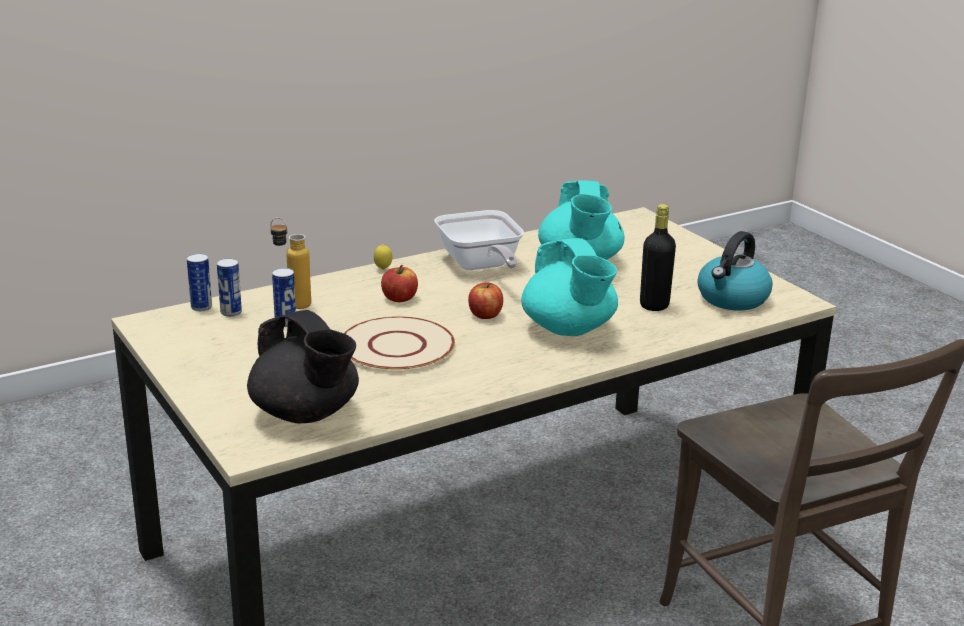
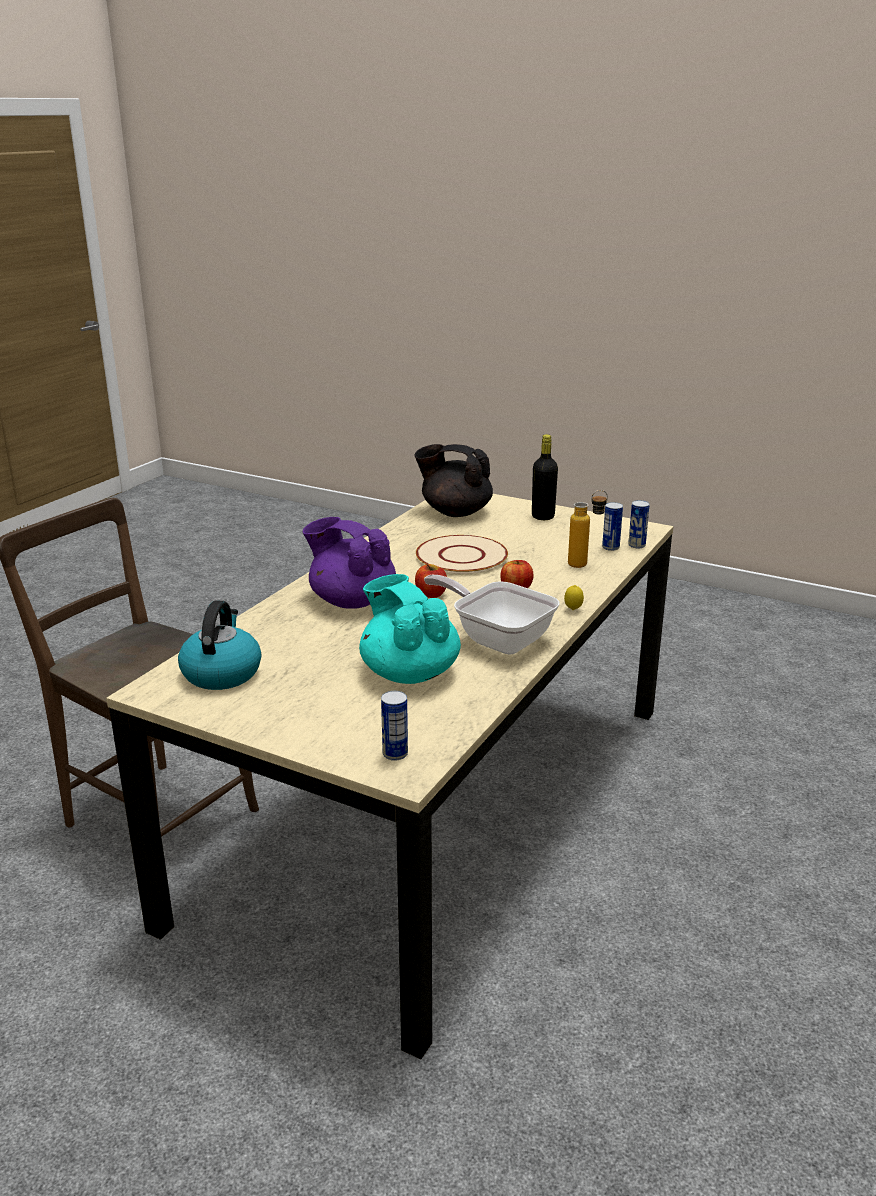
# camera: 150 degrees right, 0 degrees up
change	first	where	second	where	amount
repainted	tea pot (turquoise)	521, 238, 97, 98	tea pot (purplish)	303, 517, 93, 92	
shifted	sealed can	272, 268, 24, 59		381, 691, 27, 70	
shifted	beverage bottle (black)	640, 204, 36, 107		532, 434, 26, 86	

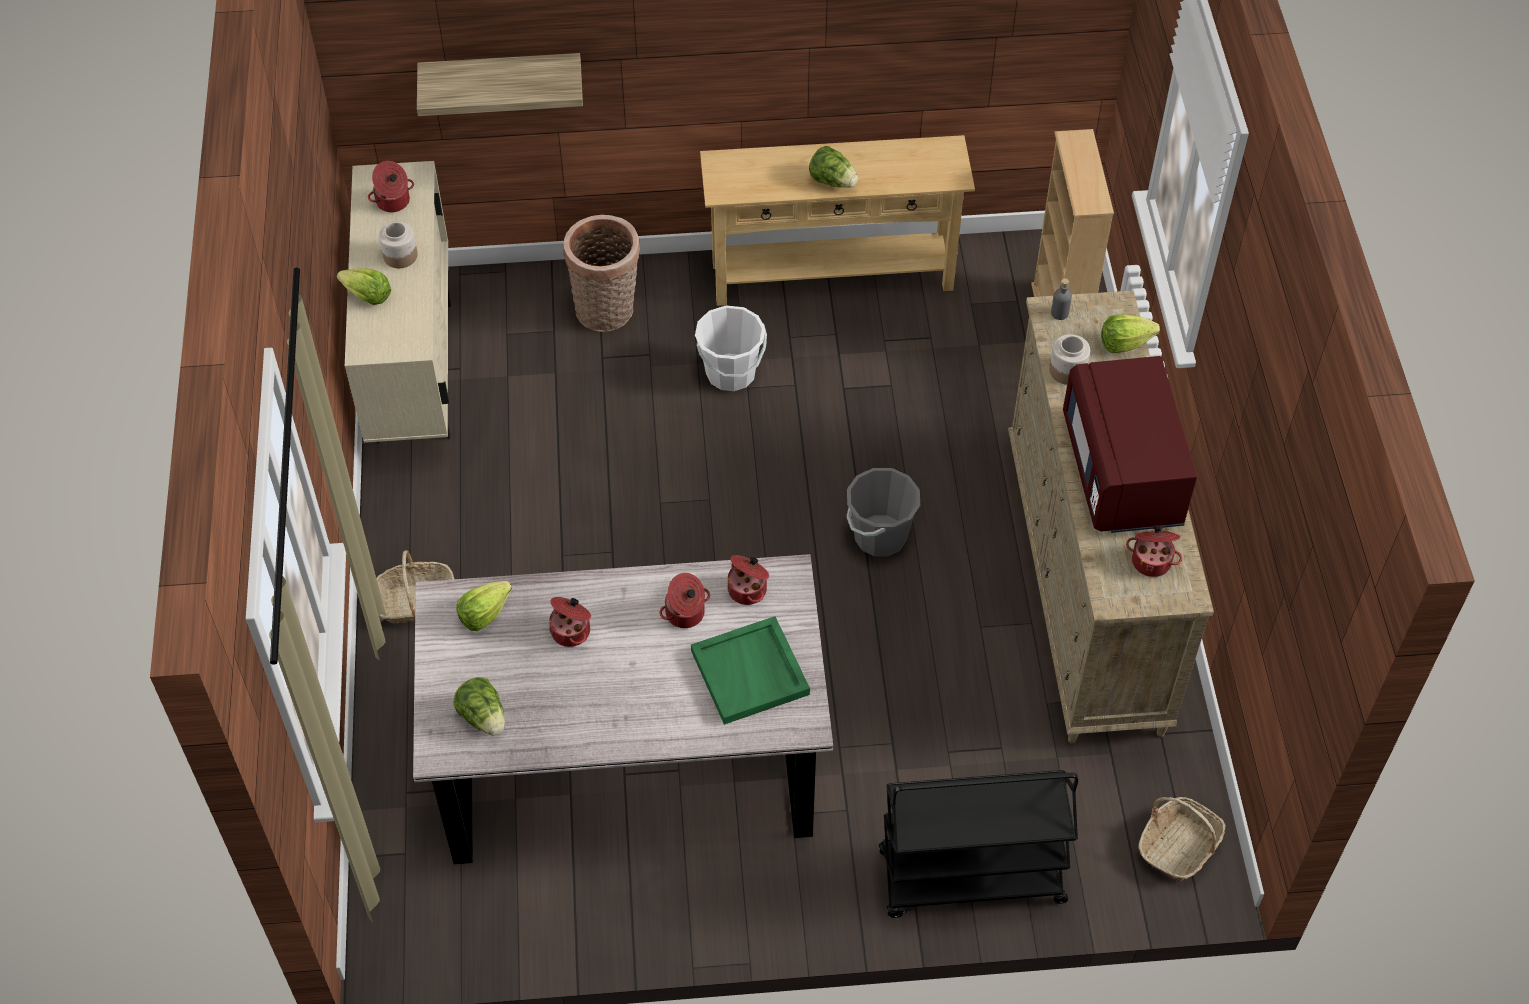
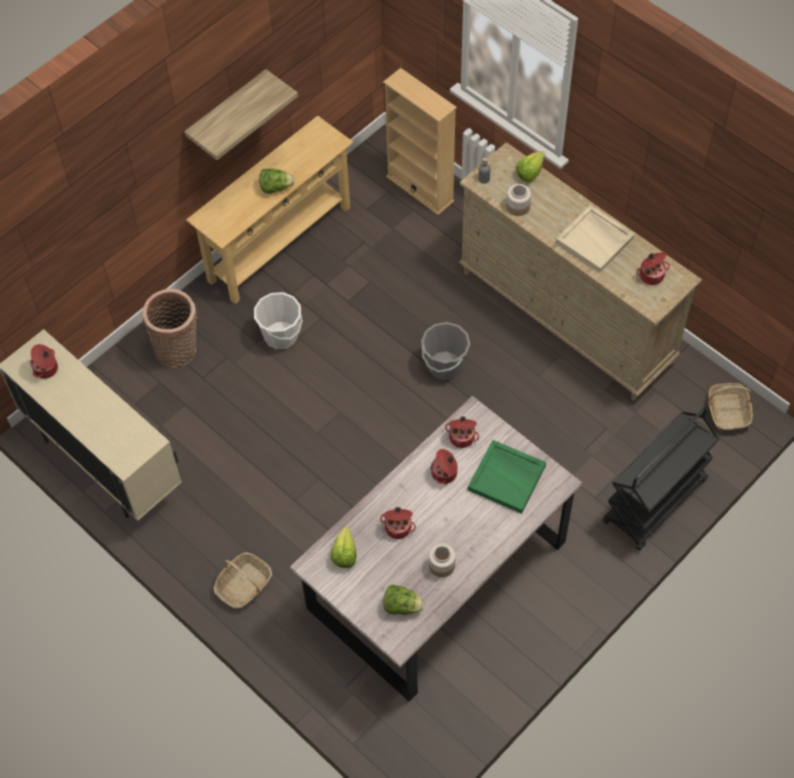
# camera: 40 degrees left, 5 degrees up
change	first	where	second	where	amount
shifted	wall shelf	417, 53, 166, 63		184, 69, 114, 91	
shifted	storage jar	379, 221, 39, 47		429, 543, 26, 34	
swapped	microwave (red-coloured)	1063, 356, 134, 177	tray (beige-coloured)	556, 205, 79, 68	
gone	lettuce head	337, 268, 54, 37			

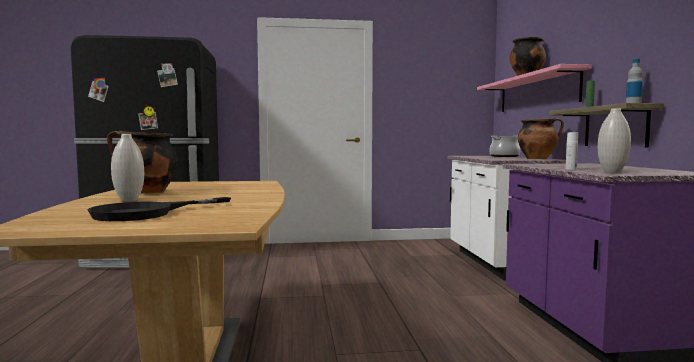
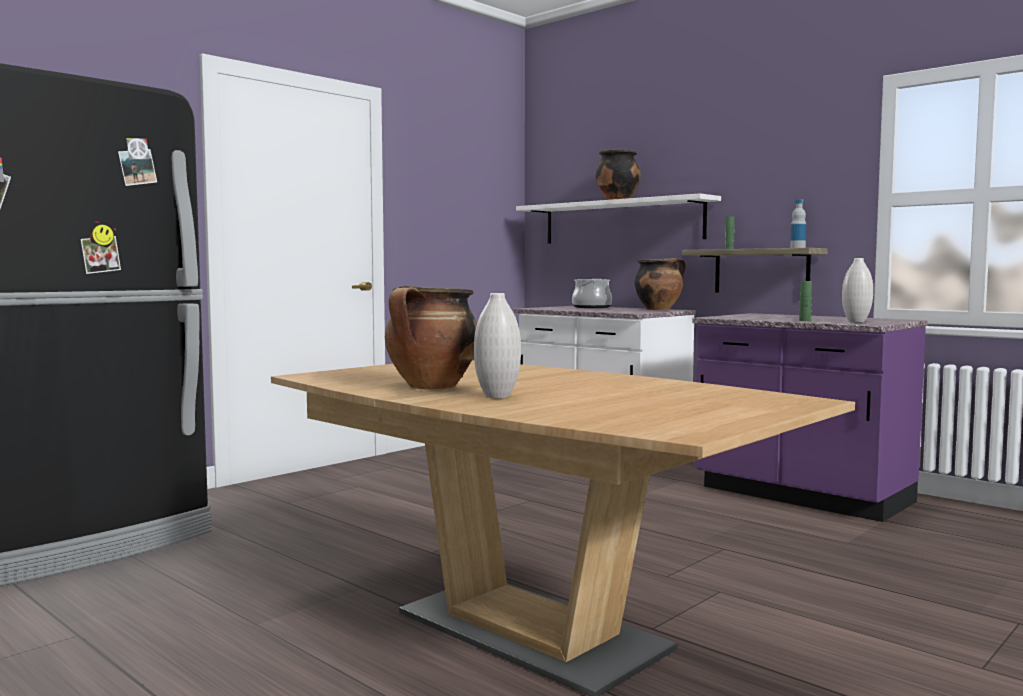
# camera: 40 degrees left, 0 degrees up
change	first	where	second	where	amount
repainted	wall shelf (pink-coloured)	477, 64, 115, 48	wall shelf (whitish)	516, 193, 205, 51	
repainted	beverage bottle (whitish)	566, 132, 12, 37	beverage bottle (green)	799, 281, 13, 40	
gone	frying pan (black)	87, 197, 144, 24			

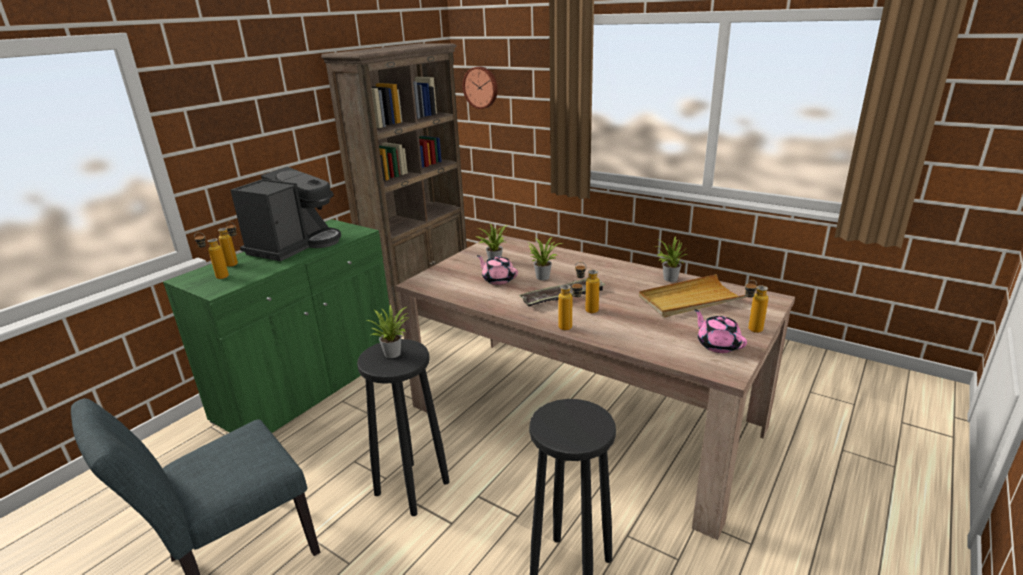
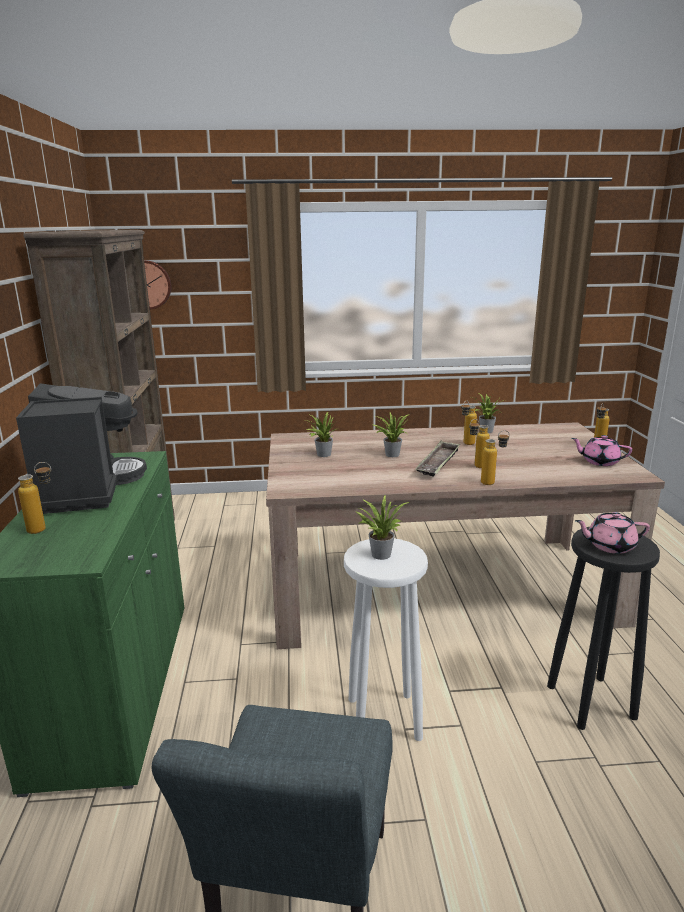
# camera: 40 degrees left, 5 degrees down
change	first	where	second	where	amount
repainted	stool seat (black)	357, 339, 93, 177	stool seat (whitish)	344, 539, 84, 202	
shifted	beverage bottle	194, 232, 35, 47		461, 400, 16, 45	
shifted	tea pot (pink-coloured)	477, 255, 41, 30		575, 512, 75, 42	
gone	tray (beige-coloured)	639, 274, 107, 43			

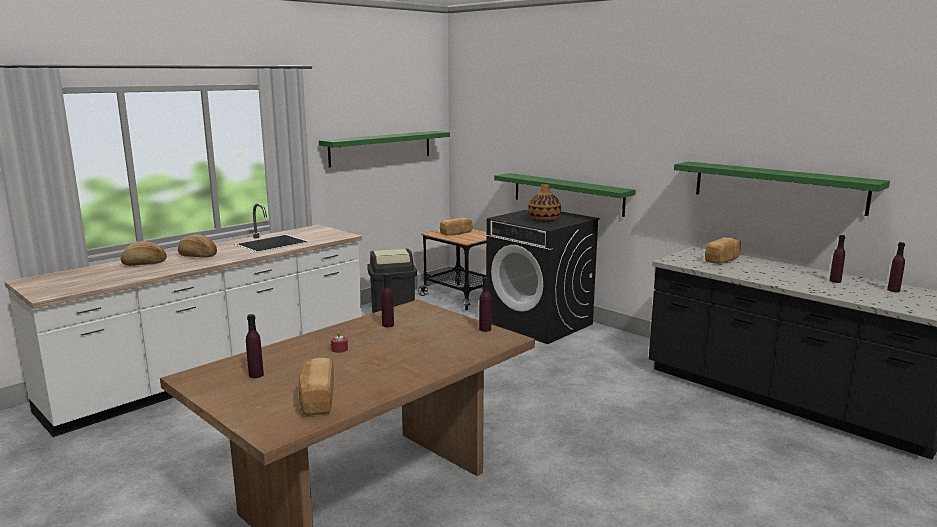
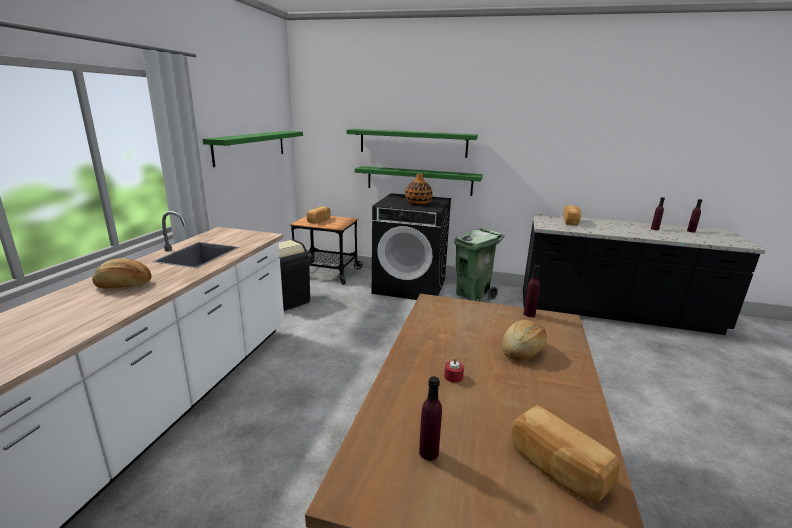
# camera: 30 degrees left, 5 degrees up
change	first	where	second	where	amount
shifted	wall shelf (green)	674, 161, 216, 55		346, 129, 132, 29	
new			waste bin (green)	454, 228, 50, 74	
shifted	bakery bread	121, 241, 46, 25		502, 319, 45, 42	
gone	beverage bottle (purplish)	381, 273, 13, 54			

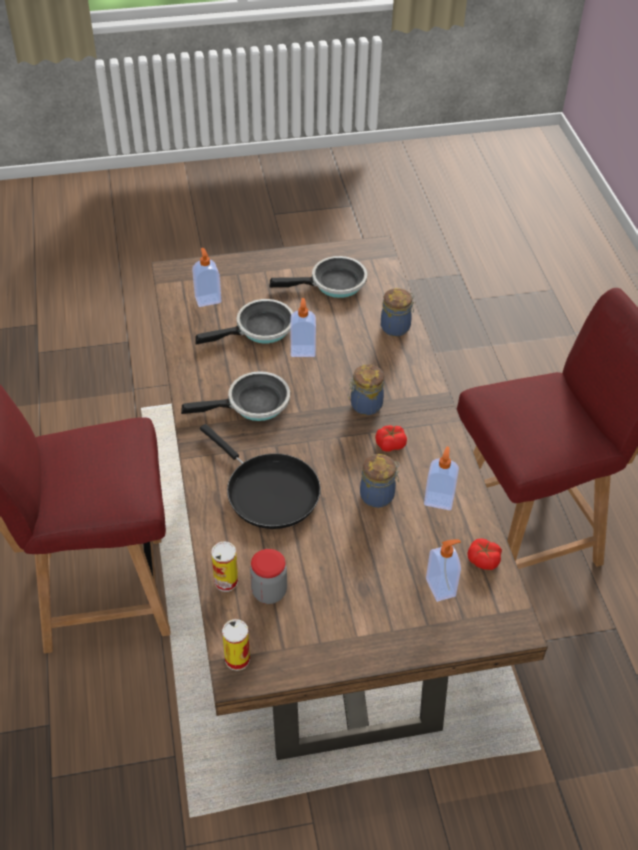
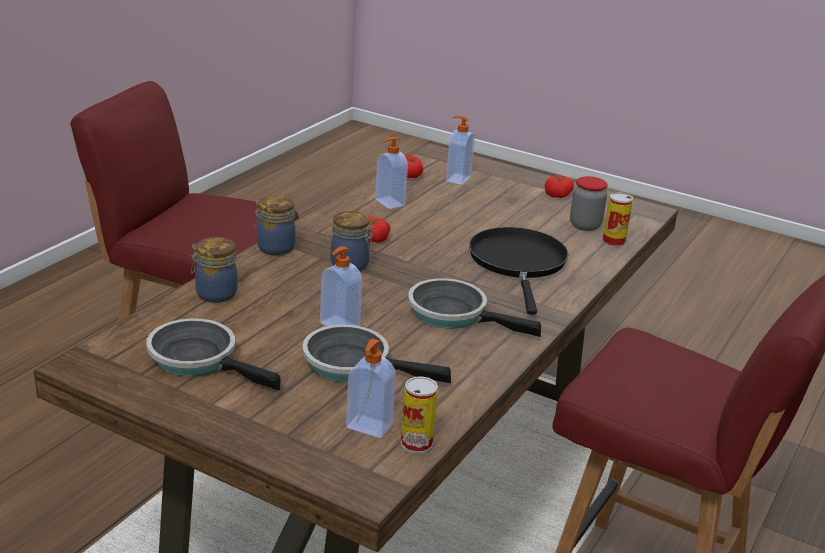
# camera: 140 degrees left, 20 degrees down
change	first	where	second	where	amount
shifted	storage jar	360, 454, 40, 54		254, 195, 41, 60	
shifted	sealed can	222, 619, 28, 52		401, 376, 37, 78	
new			fresh tomato	545, 174, 29, 24	

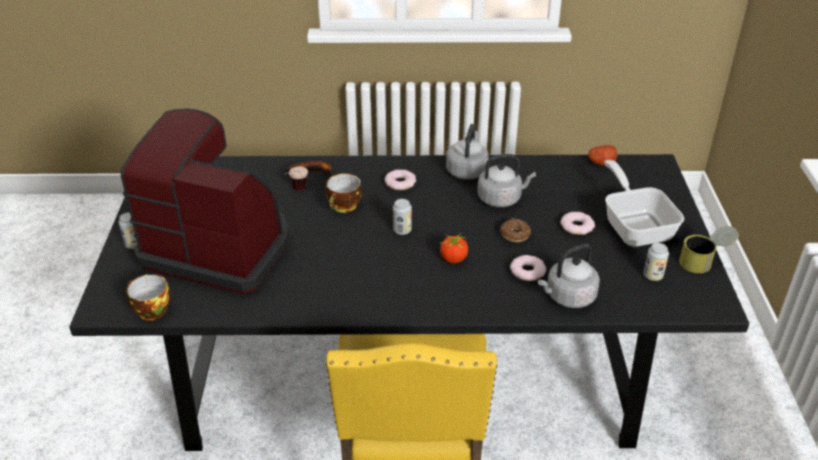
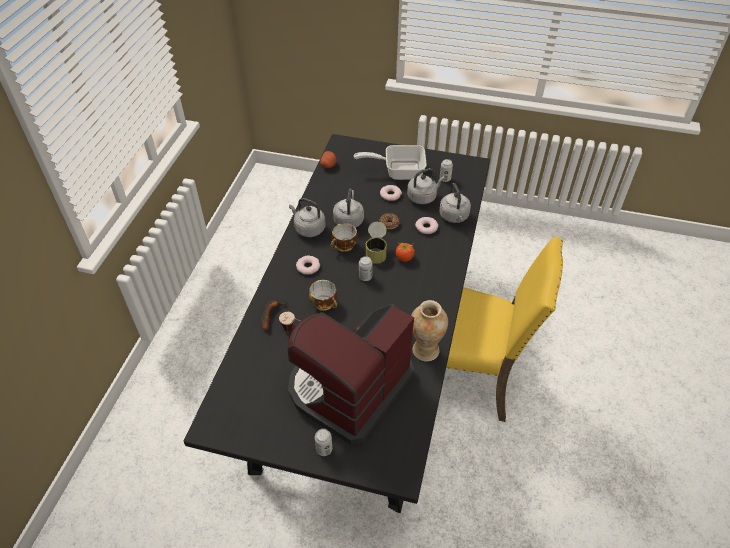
# camera: 75 degrees left, 10 degrees up
change	first	where	second	where	amount
shifted	cup	126, 274, 45, 47		331, 223, 26, 29	
shifted	sealed can	679, 226, 60, 47		365, 221, 22, 43	
new			tea kettle (greyish)	407, 168, 38, 36	
new			decorative vase	411, 300, 37, 61	

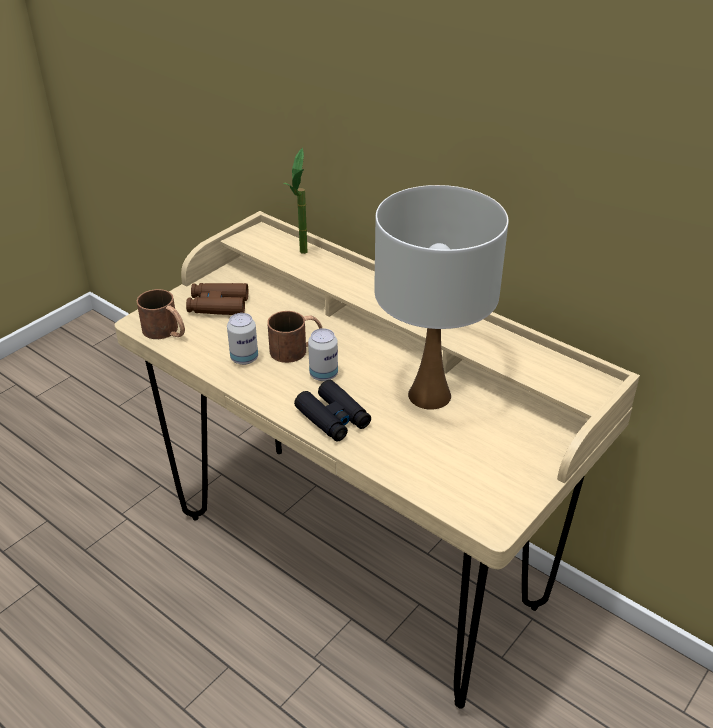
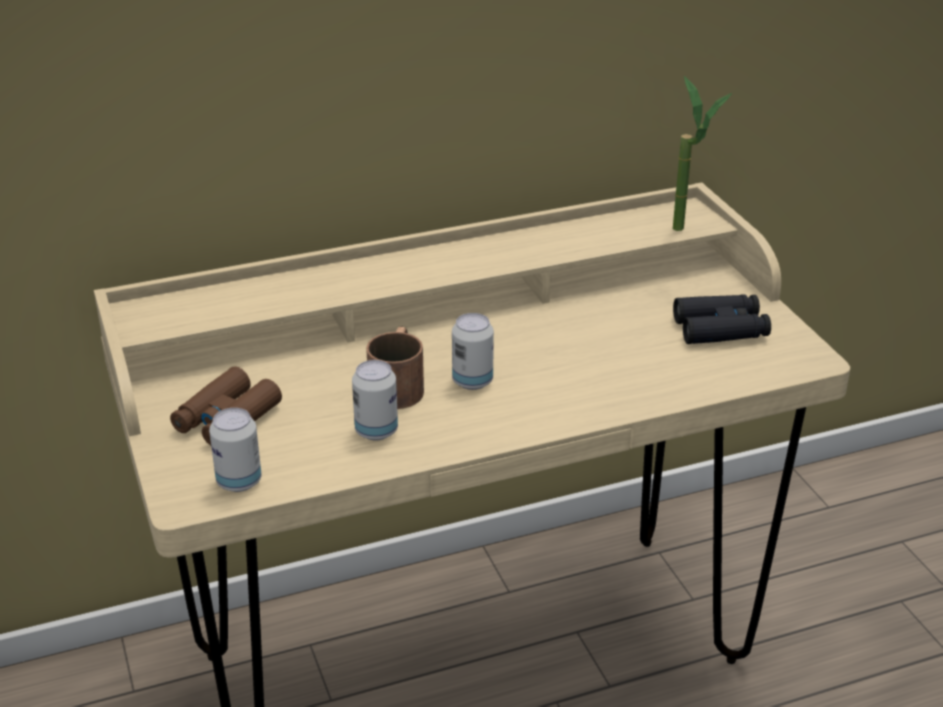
# camera: 60 degrees left, 5 degrees down
change	first	where	second	where	amount
swapped	tea mug (brown)	137, 289, 48, 50	sealed can	209, 408, 53, 84	
shifted	potted plant	283, 148, 25, 106		673, 76, 59, 155	
shifted	field glasses (black)	294, 380, 77, 61		673, 295, 98, 49	
gone	tabletop lamp (whitish)	374, 185, 135, 225			

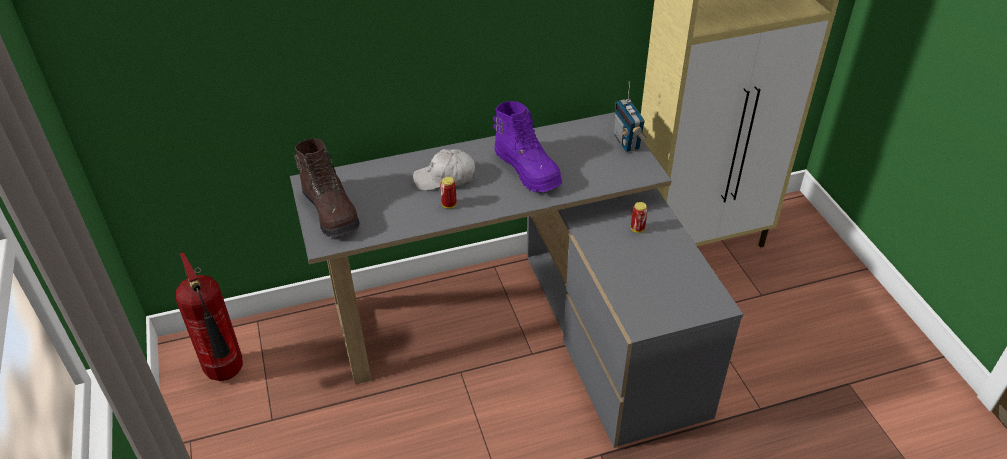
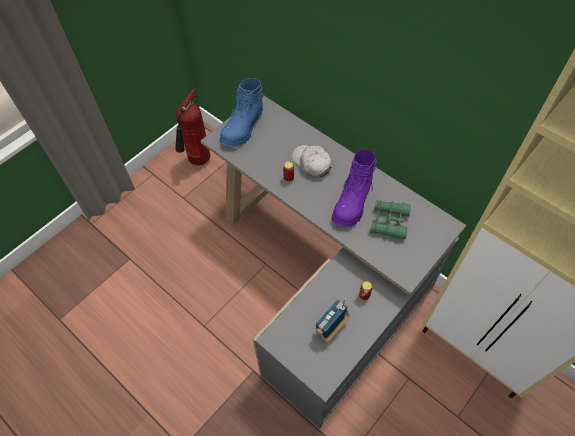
# camera: 60 degrees right, 15 degrees up
change	first	where	second	where	amount
repainted	boot (brown)	294, 138, 66, 99	boot (bluish)	219, 78, 45, 69	
shifted	radio set	614, 82, 33, 70		316, 298, 34, 44	
new			field glasses (green)	370, 200, 41, 39	

